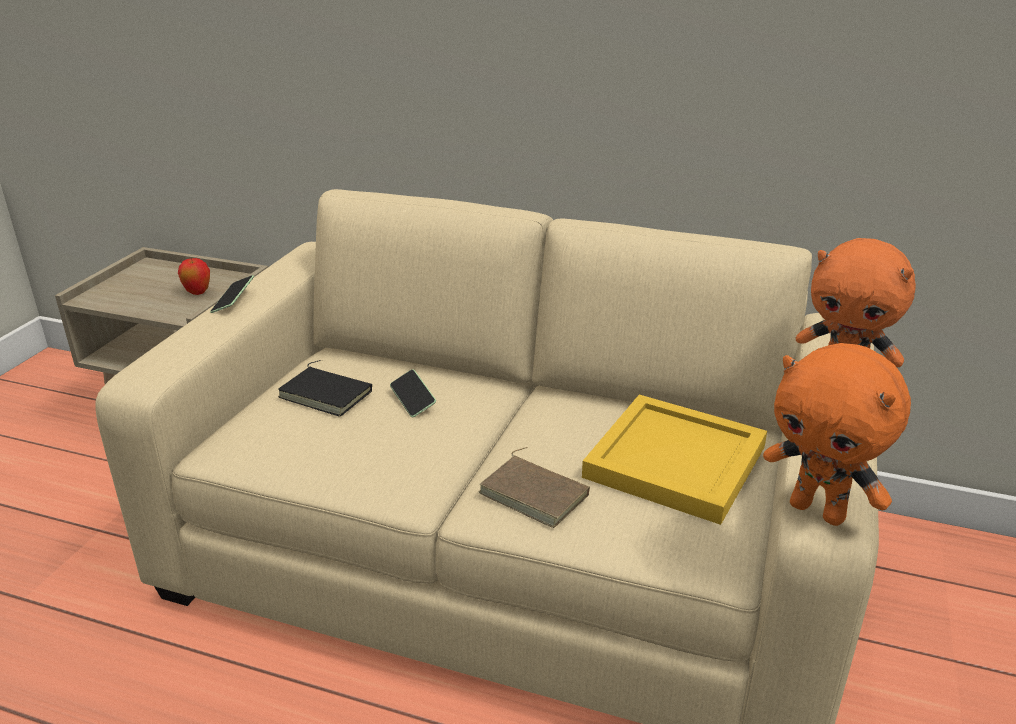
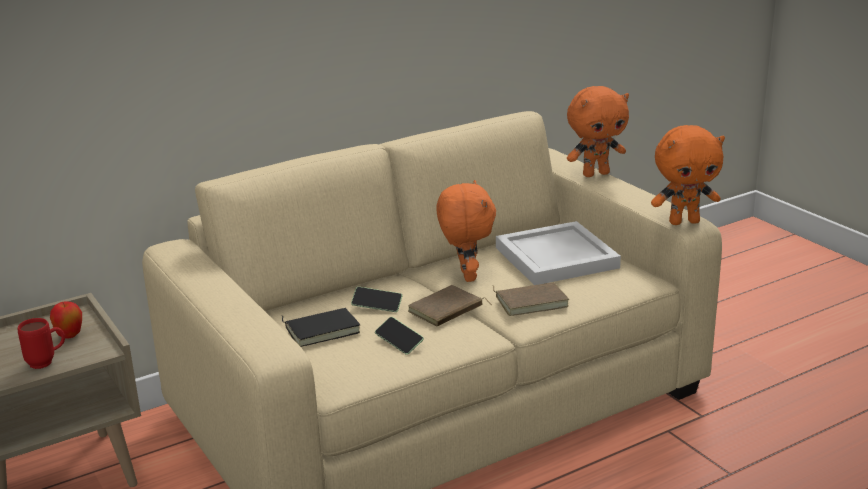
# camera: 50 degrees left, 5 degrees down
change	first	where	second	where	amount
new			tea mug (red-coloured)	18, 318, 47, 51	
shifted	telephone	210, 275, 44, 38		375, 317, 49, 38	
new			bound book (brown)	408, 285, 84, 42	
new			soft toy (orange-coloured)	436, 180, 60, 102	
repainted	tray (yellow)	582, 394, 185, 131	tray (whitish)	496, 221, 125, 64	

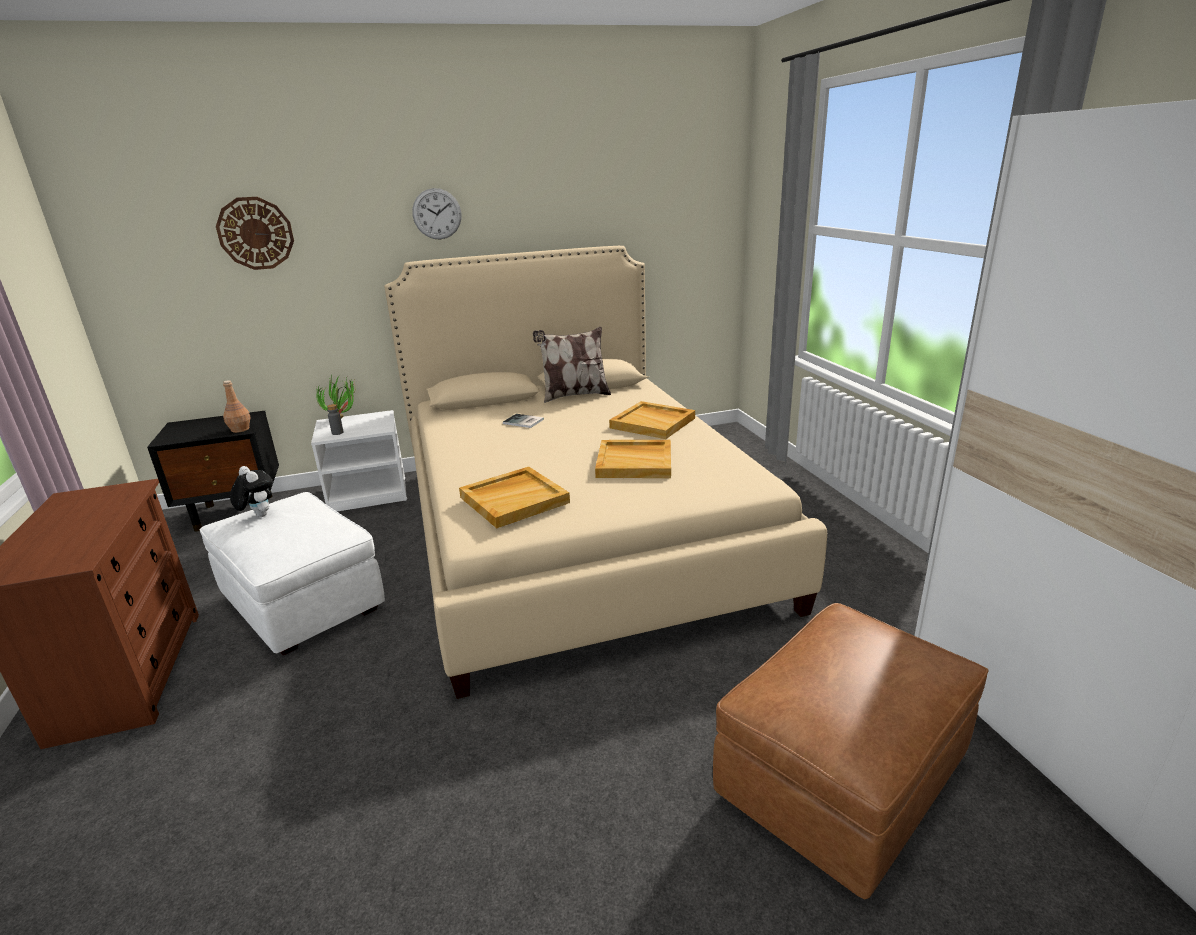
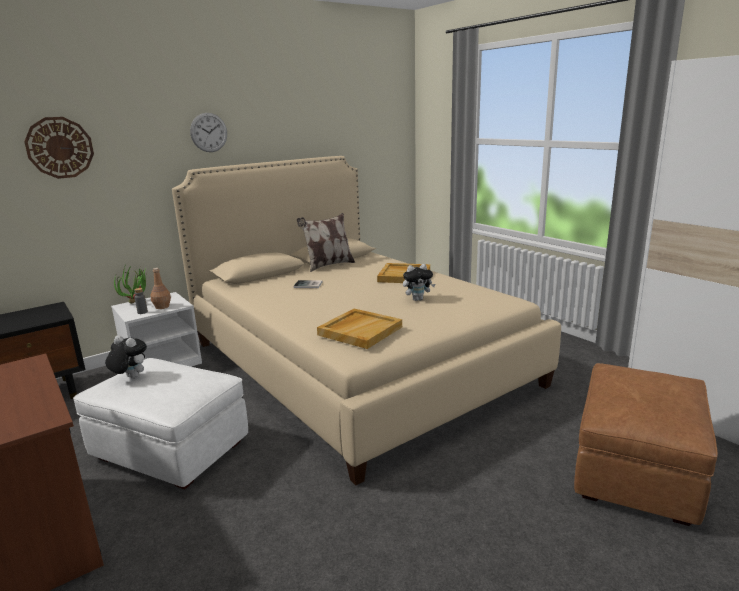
# camera: 20 degrees left, 5 degrees down
change	first	where	second	where	amount
shifted	beverage bottle (brown)	223, 380, 28, 53		150, 268, 21, 41	
swapped	tray (beige-coloured)	595, 440, 76, 38	soft toy	403, 264, 32, 37	

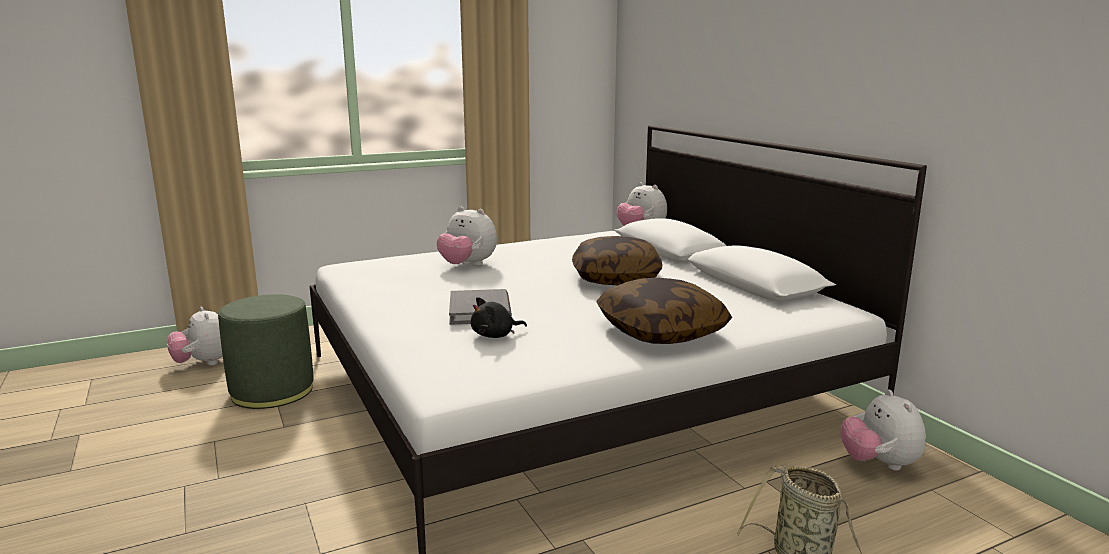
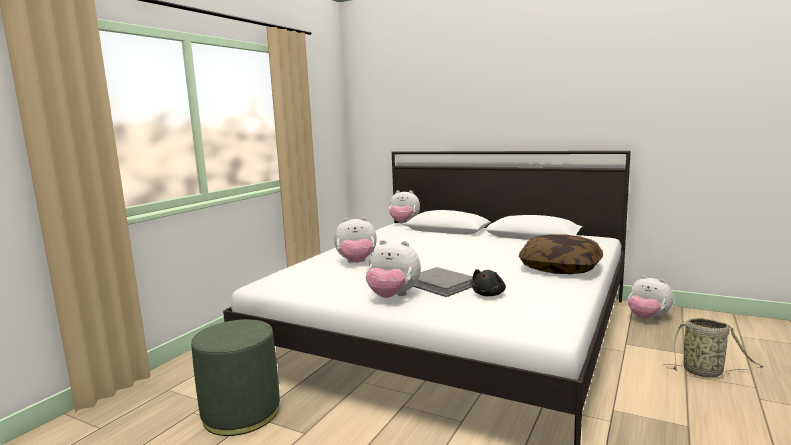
# camera: 35 degrees left, 5 degrees down
change	first	where	second	where	amount
shifted	soft toy	167, 307, 56, 59		366, 240, 55, 58	
gone	pillow	572, 236, 90, 49			

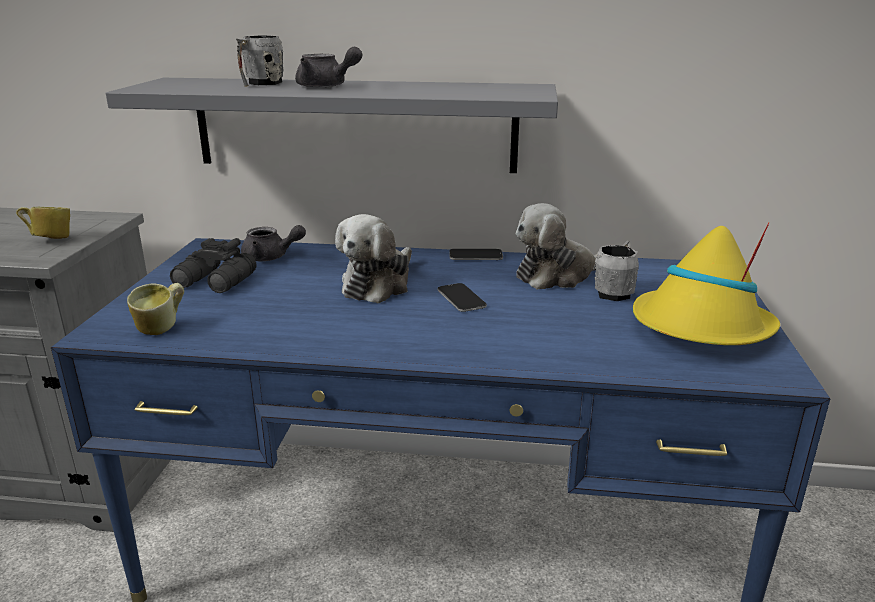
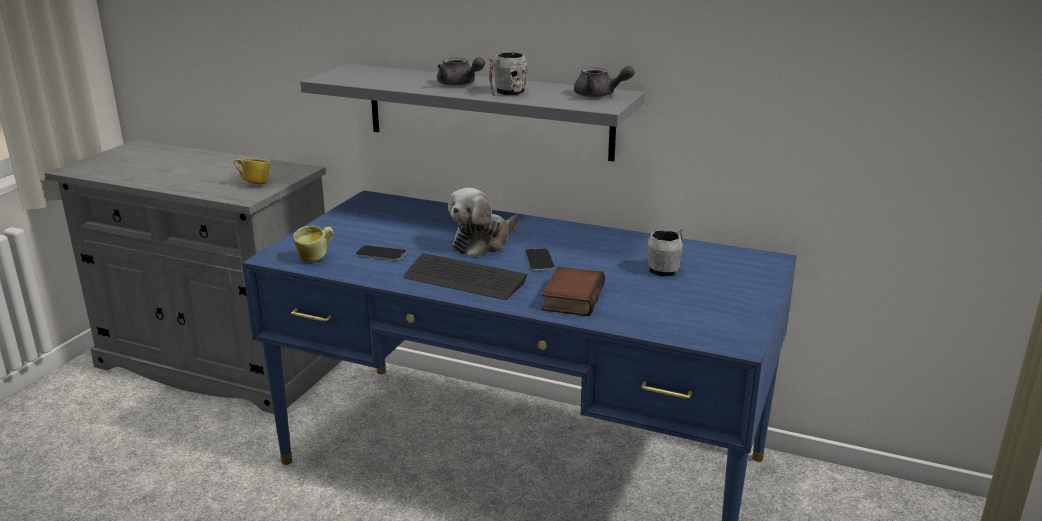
# camera: 15 degrees right, 0 degrees up
change	first	where	second	where	amount
shifted	telephone	449, 249, 54, 11		356, 245, 51, 16	
new			keyboard	404, 253, 124, 47	
shifted	tea mug (greyish)	236, 36, 47, 51		489, 52, 38, 44	
new			bound book	542, 267, 63, 49	
shifted	tea pot (greyish)	241, 225, 65, 36		574, 66, 61, 31	
gone	field glasses (black)	170, 238, 87, 55			
gone	soft toy	516, 203, 81, 86			
gone	wearable hat (yellow)	633, 222, 147, 123			

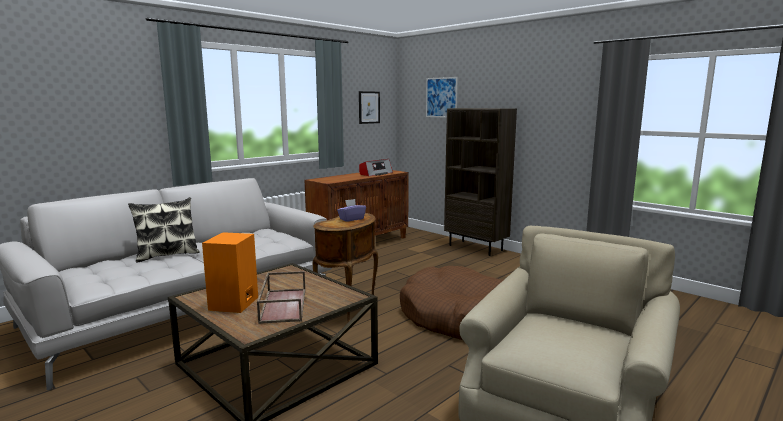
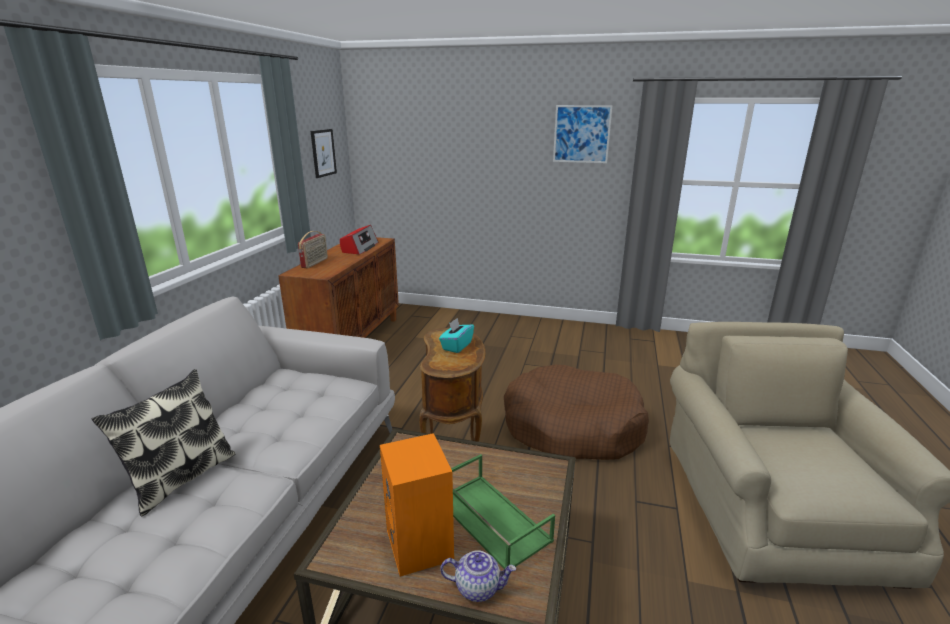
# camera: 30 degrees left, 10 degrees up
change	first	where	second	where	amount
new			radio set	298, 231, 30, 37	
repainted	tissue box (purplish)	337, 199, 29, 23	tissue box (turquoise)	439, 318, 35, 35	
new			tea pot	440, 550, 76, 52	
repainted	tray (brown)	257, 271, 48, 53	tray (green)	451, 454, 104, 115	
shifted	wall art	426, 77, 32, 41		553, 105, 60, 58	
gone	bookshelf (brown)	444, 108, 73, 148			

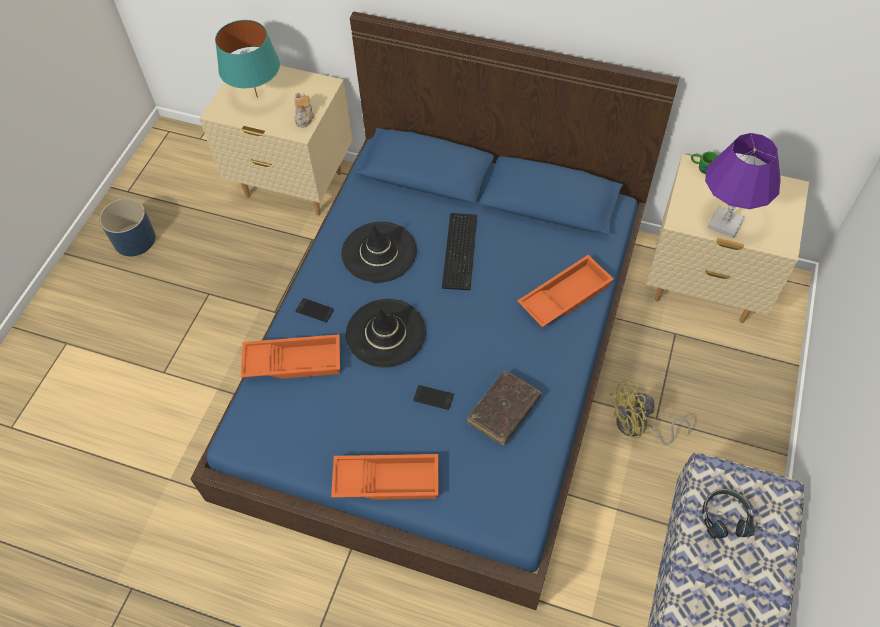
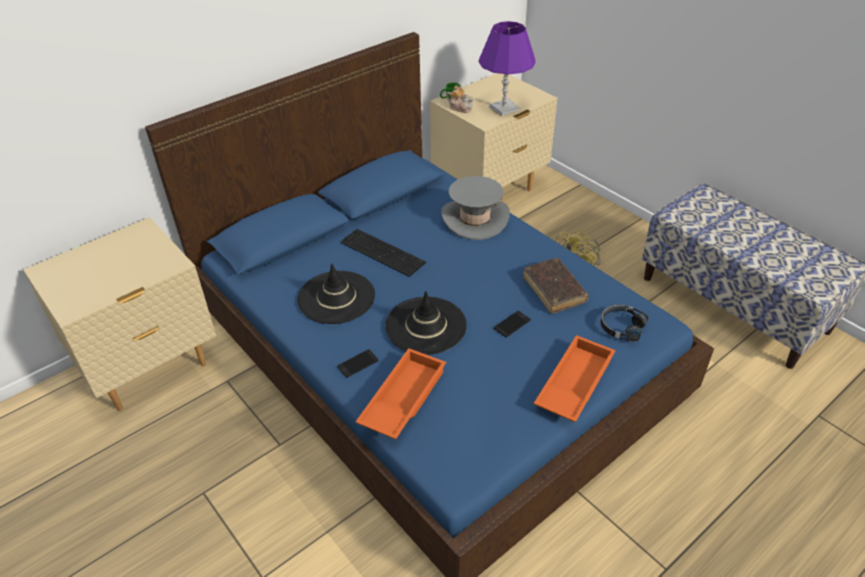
# camera: 60 degrees left, 15 degrees down
change	first	where	second	where	amount
swapped	tray (orange-coloured)	518, 255, 96, 72	wearable hat (greyish)	441, 176, 69, 64	
shifted	tea pot	295, 93, 19, 34		446, 85, 28, 28	
shifted	headset (black)	702, 489, 53, 50		601, 305, 48, 37	
gone	flower pot (bluish)	99, 198, 57, 58			
gone	tabletop lamp (turquoise)	215, 20, 65, 78			

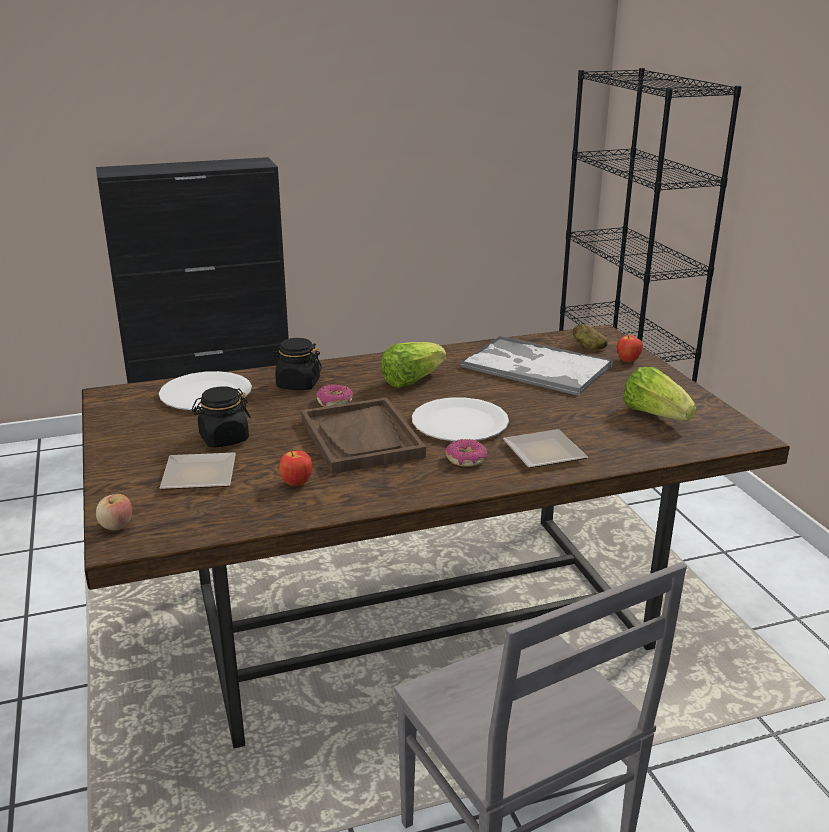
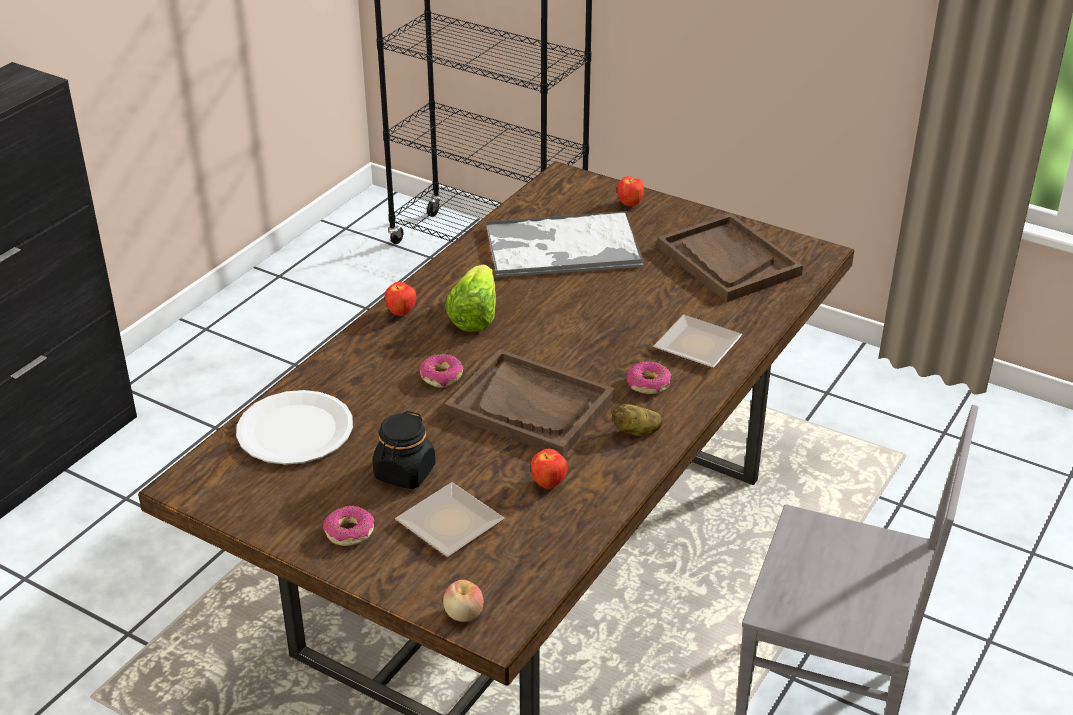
# camera: 40 degrees left, 10 degrees up
change	first	where	second	where	amount
new			ring doughnut	323, 506, 51, 40	
new			apple fruit	385, 282, 31, 34	
shifted	whole potato	573, 324, 35, 25		612, 404, 50, 32	
swapped	lettuce head	623, 367, 74, 53	tray (brown)	657, 213, 146, 89	
gone	storage jar (black)	271, 338, 51, 52			
gone	flat dish (whitish)	412, 397, 97, 44			

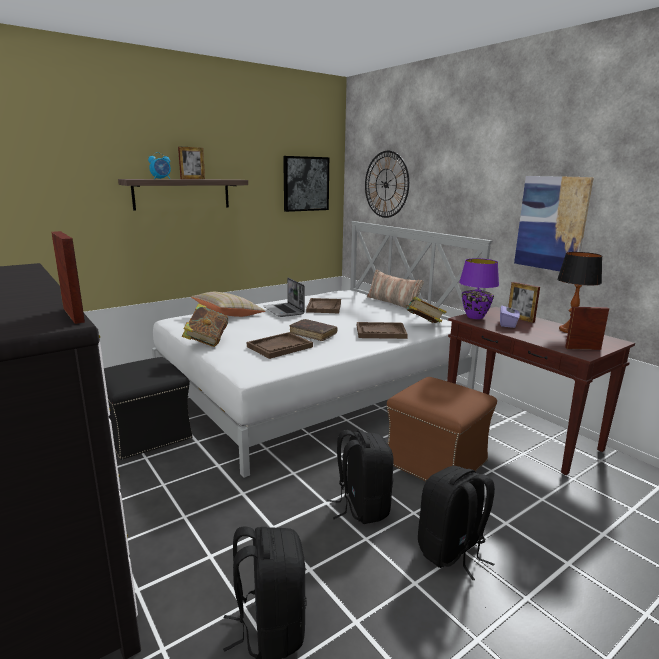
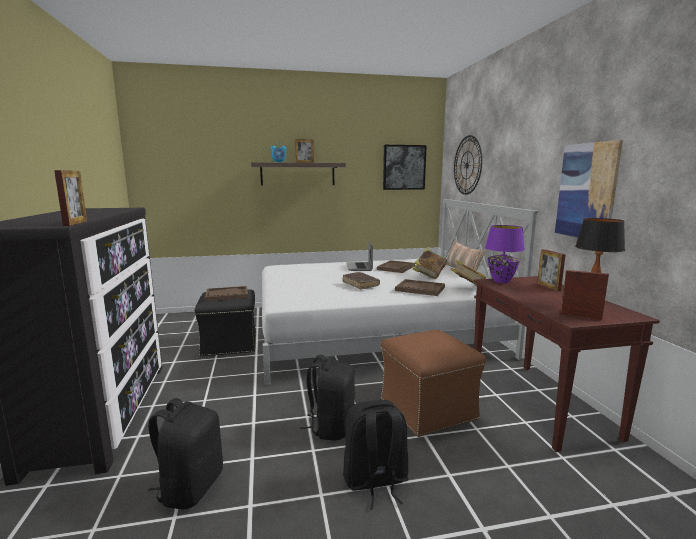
# camera: 25 degrees right, 5 degrees down
change	first	where	second	where	amount
shifted	tray (brown)	247, 332, 66, 27		205, 286, 43, 15	
shifted	bound book	182, 303, 46, 44		413, 248, 34, 31	
gone	pillow (beige-coloured)	191, 292, 75, 25			
gone	tissue box (purplish)	500, 304, 20, 24			

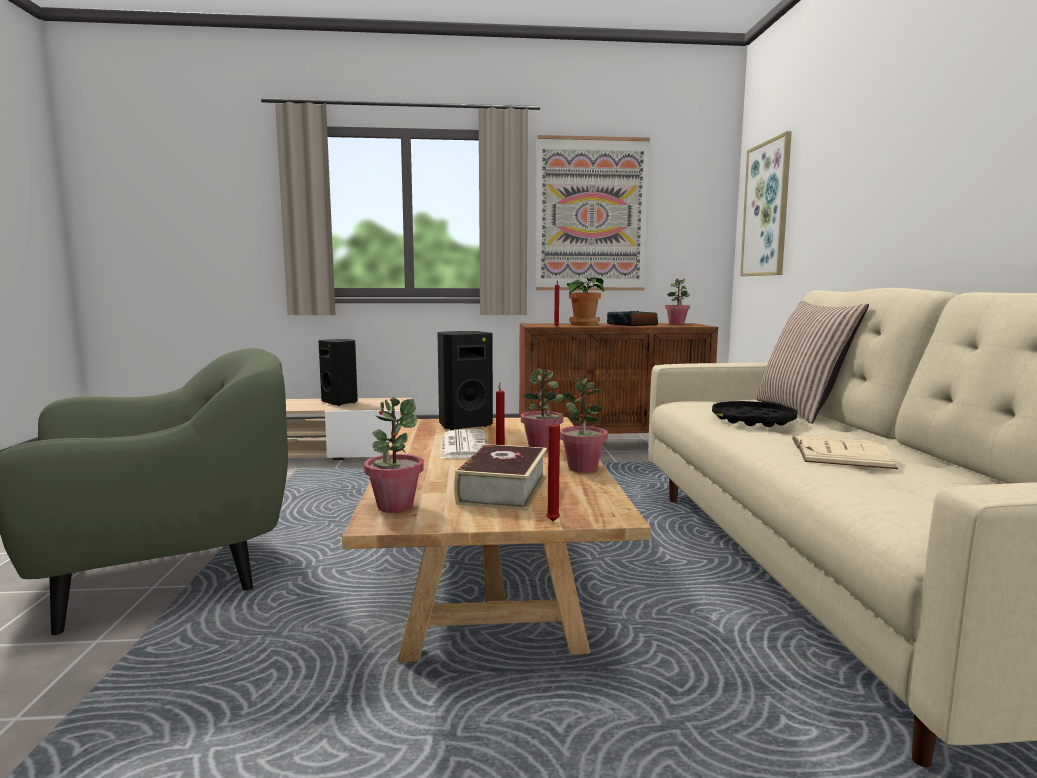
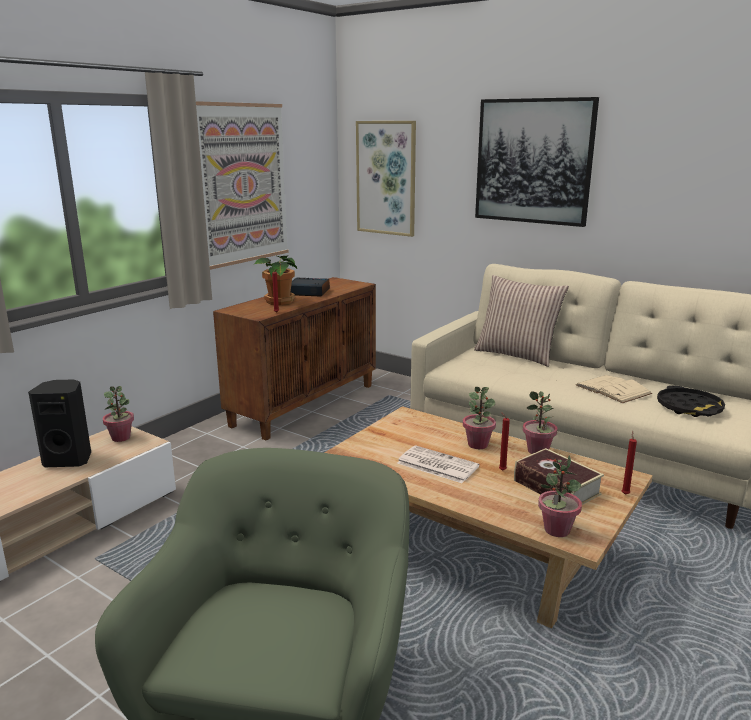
# camera: 50 degrees left, 10 degrees up
change	first	where	second	where	amount
shifted	potted plant	665, 278, 25, 47		103, 386, 31, 56	
new			wall art	475, 97, 124, 130	
shifted	tray (black)	712, 401, 85, 26		657, 386, 68, 31	
gone	speaker (black)	437, 331, 56, 99			

